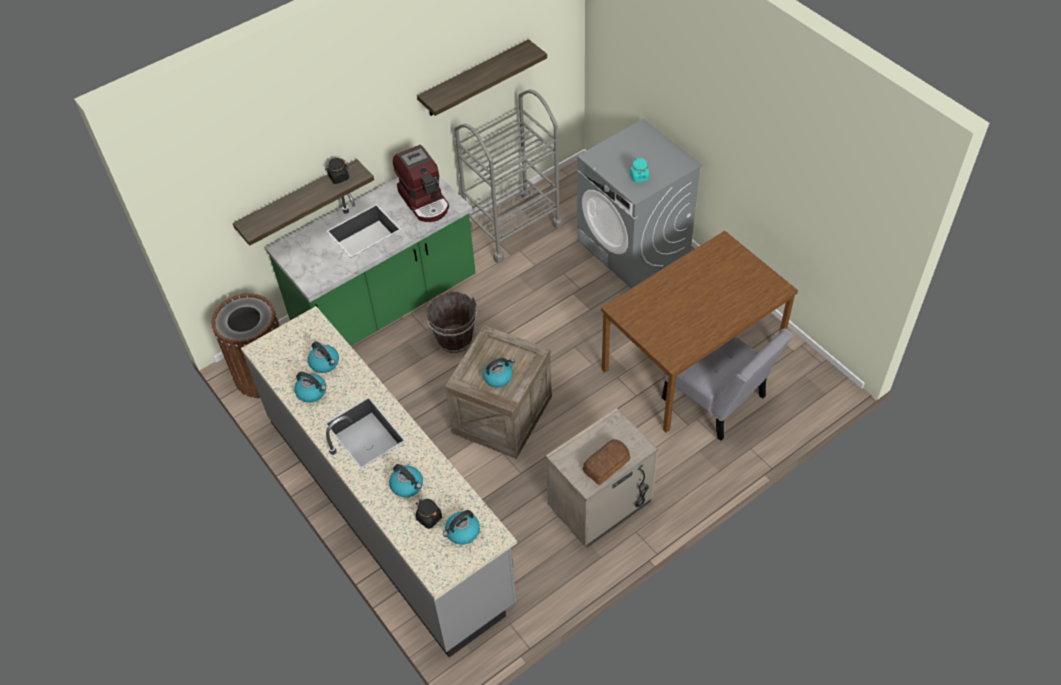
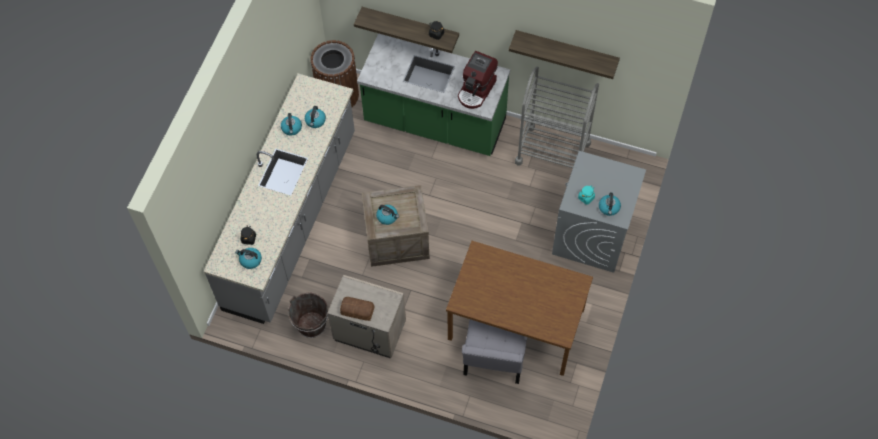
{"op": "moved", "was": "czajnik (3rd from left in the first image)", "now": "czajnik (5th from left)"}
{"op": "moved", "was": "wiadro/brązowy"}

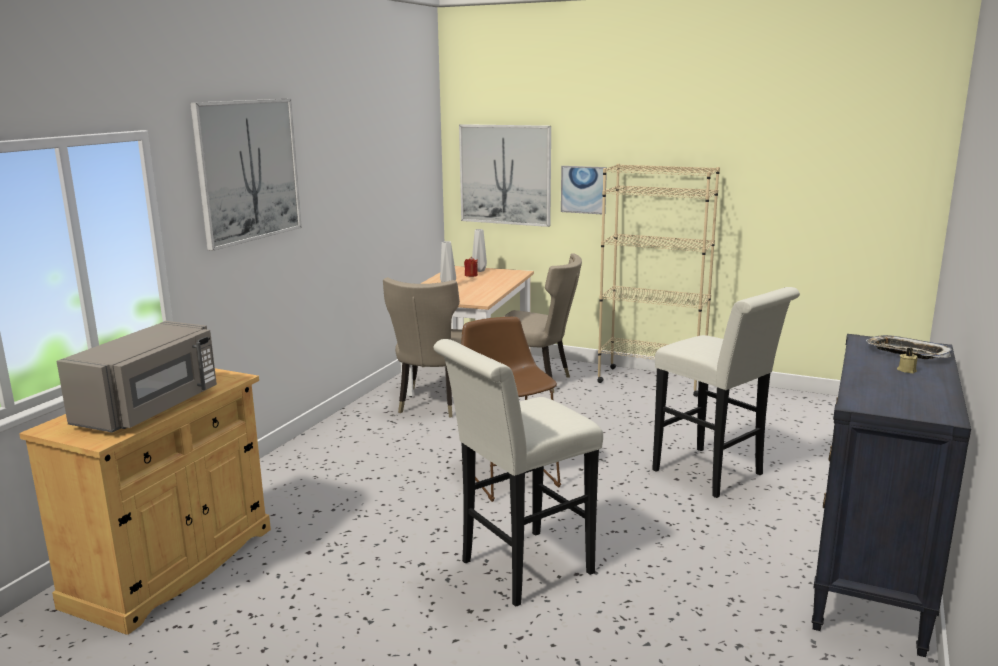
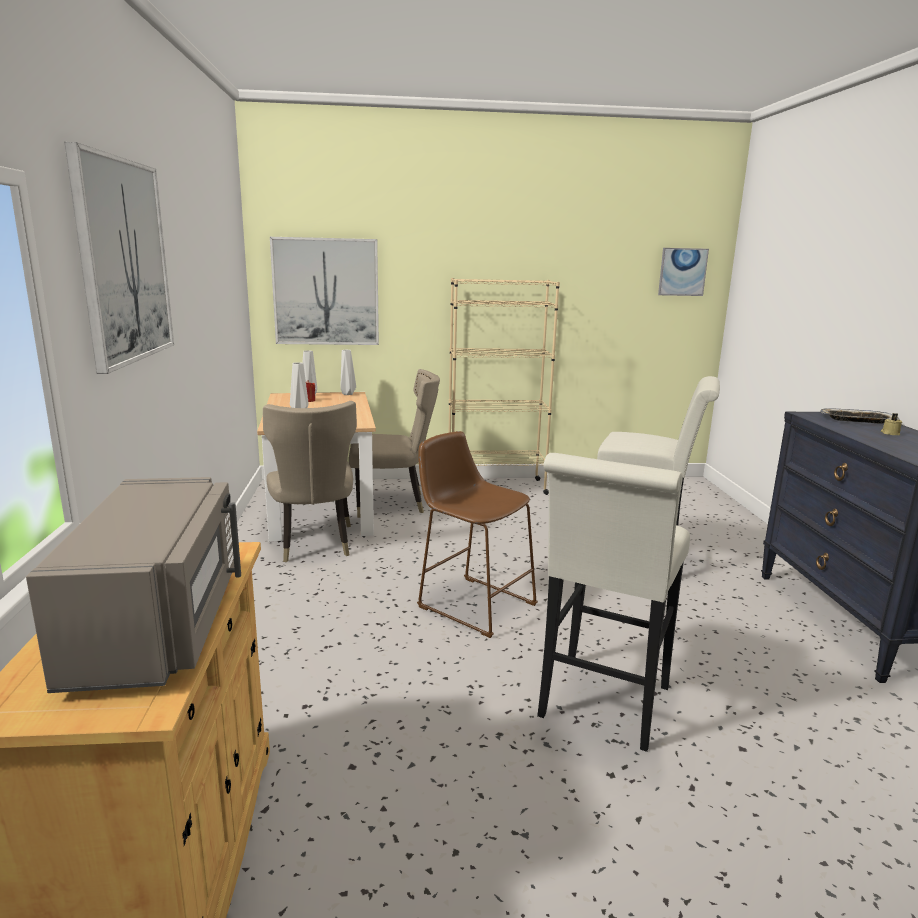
{"op": "moved", "was": "obraz (3rd from left)"}
{"op": "added", "now": "wazon/szary (3rd from left)"}

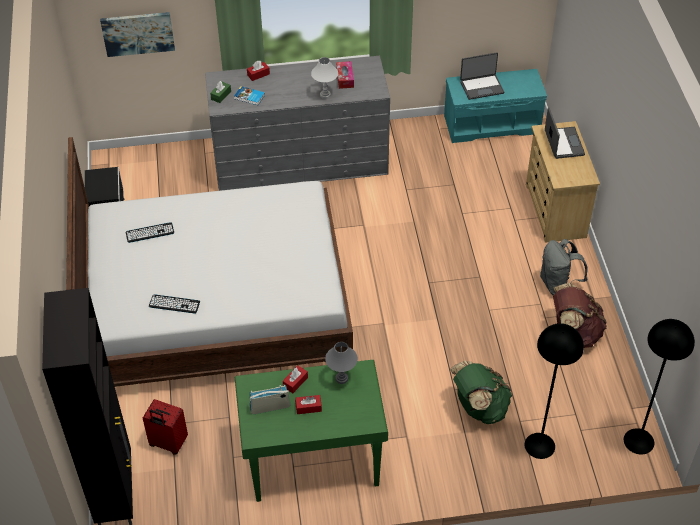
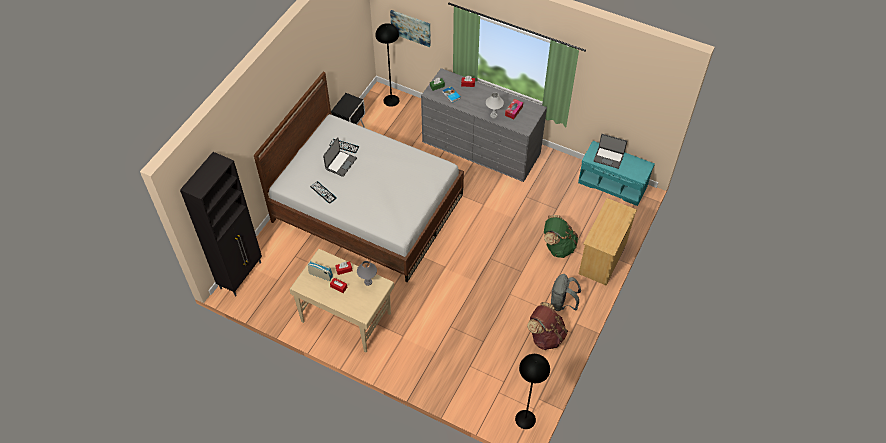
{"op": "removed", "was": "walizka/czerwony"}
{"op": "recoloured", "was": "biurko/zielony", "now": "biurko/beżowy"}
{"op": "moved", "was": "plecak/zielony"}
{"op": "moved", "was": "lampa stojąca/czarny (1st from left)"}
{"op": "moved", "was": "laptop (2nd from left in the first image)", "now": "laptop (1st from left)"}

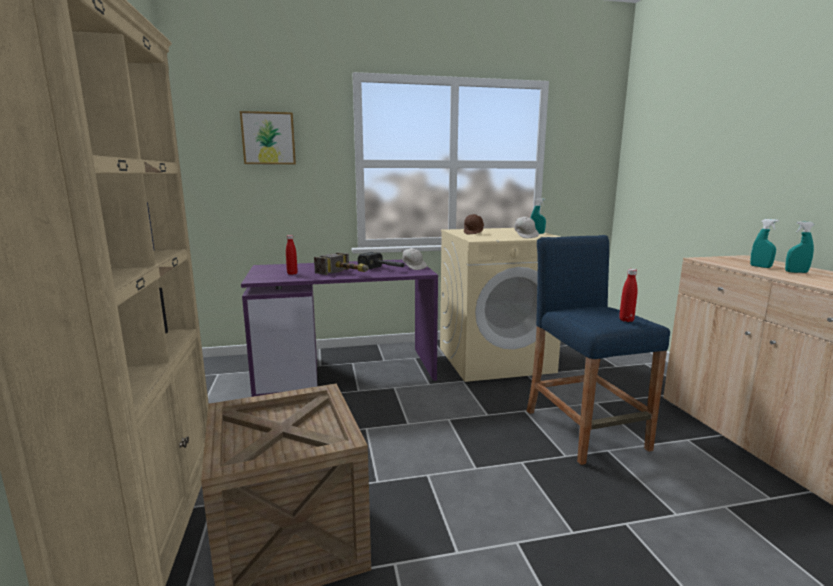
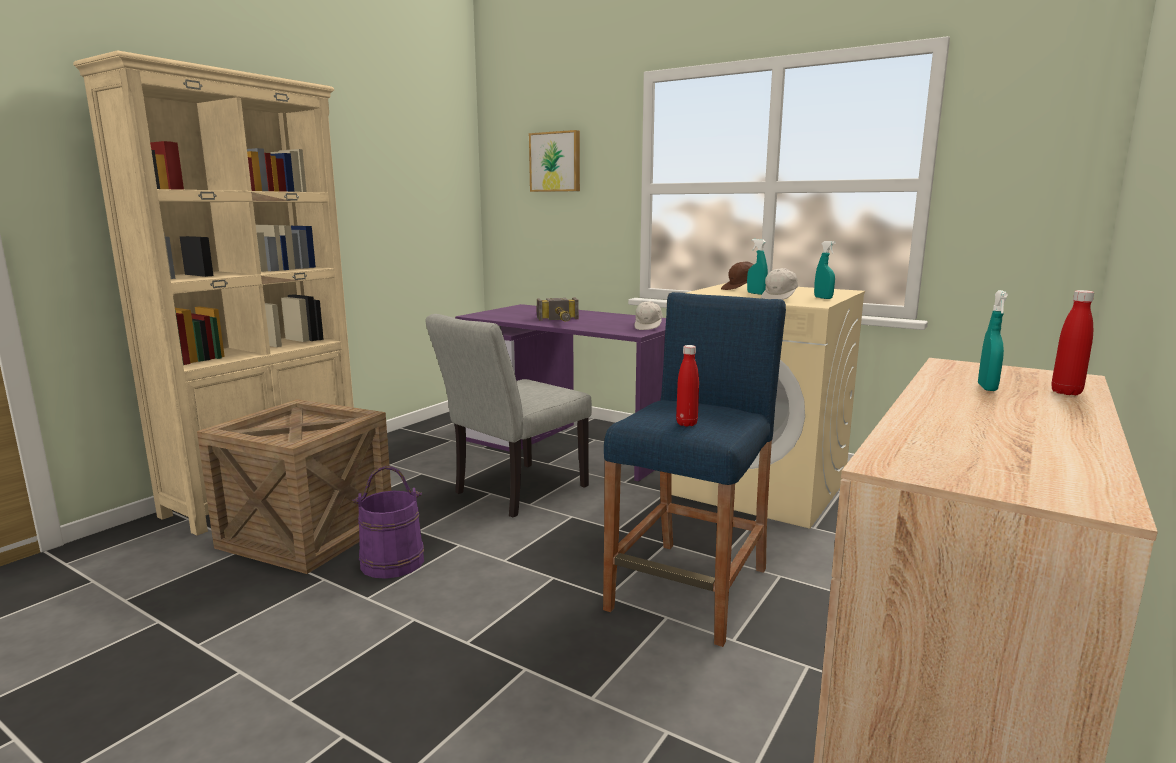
{"op": "moved", "was": "butelka/czerwony (1st from left in the first image)", "now": "butelka/czerwony (2nd from left)"}
{"op": "removed", "was": "młotek (2nd from left)"}
{"op": "moved", "was": "spryskiwacz/turkusowy (3rd from left in the first image)", "now": "spryskiwacz/turkusowy (1st from left)"}
{"op": "added", "now": "wiadro/fioletowy"}
{"op": "added", "now": "krzesło/szary"}

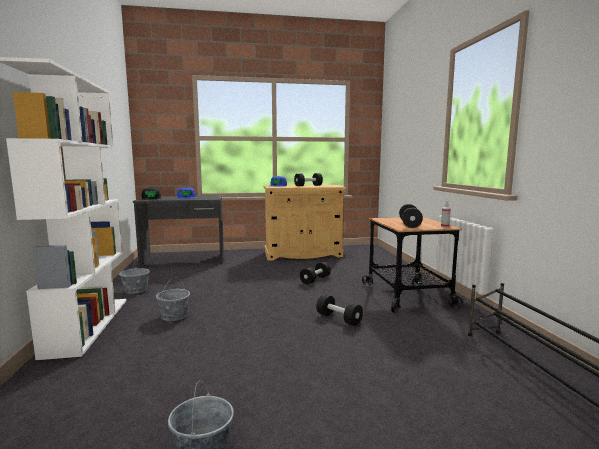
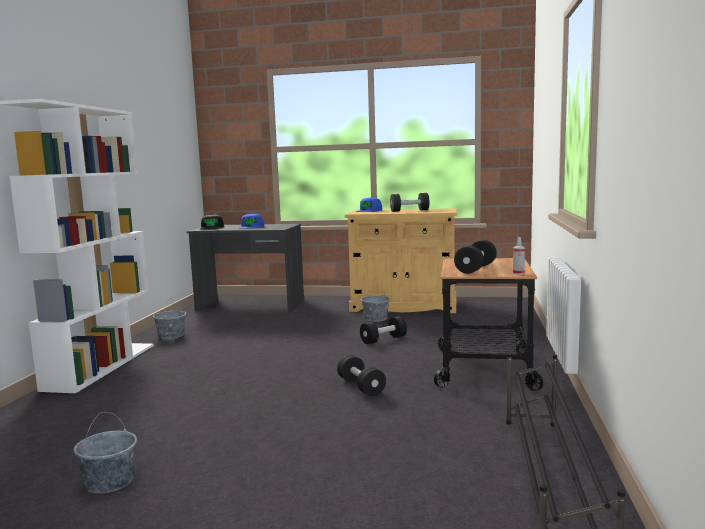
{"op": "moved", "was": "wiadro/szary (2nd from left in the first image)", "now": "wiadro/szary (3rd from left)"}

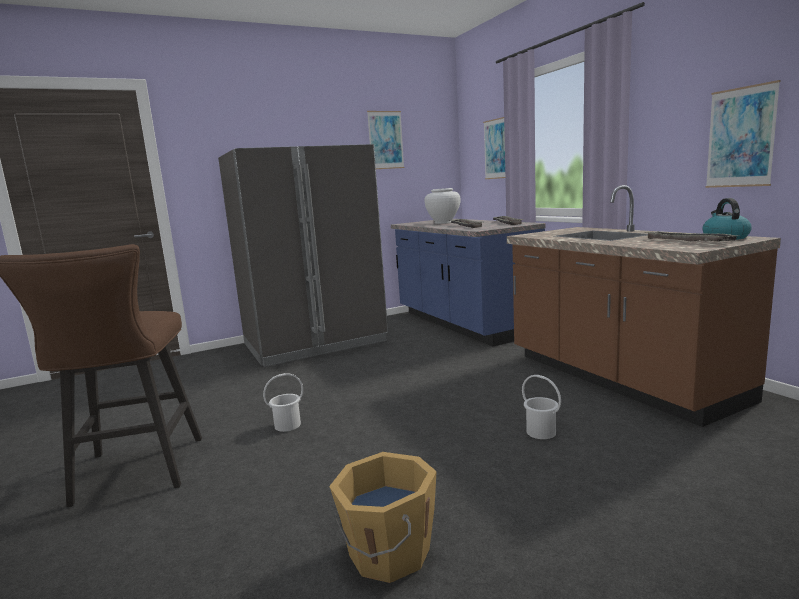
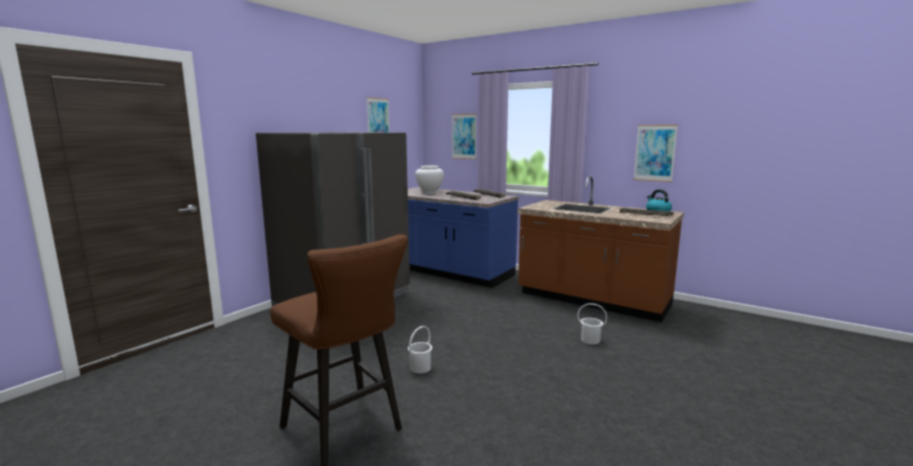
{"op": "removed", "was": "wiadro/pomarańczowy"}

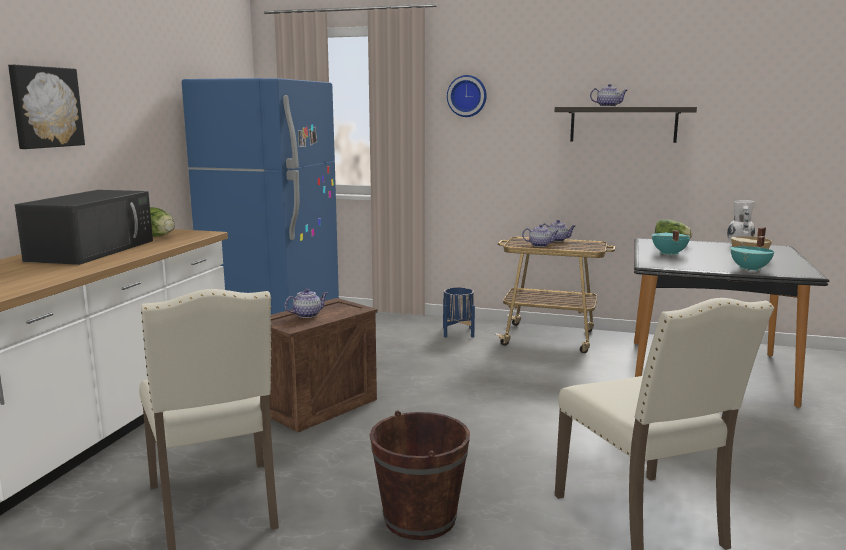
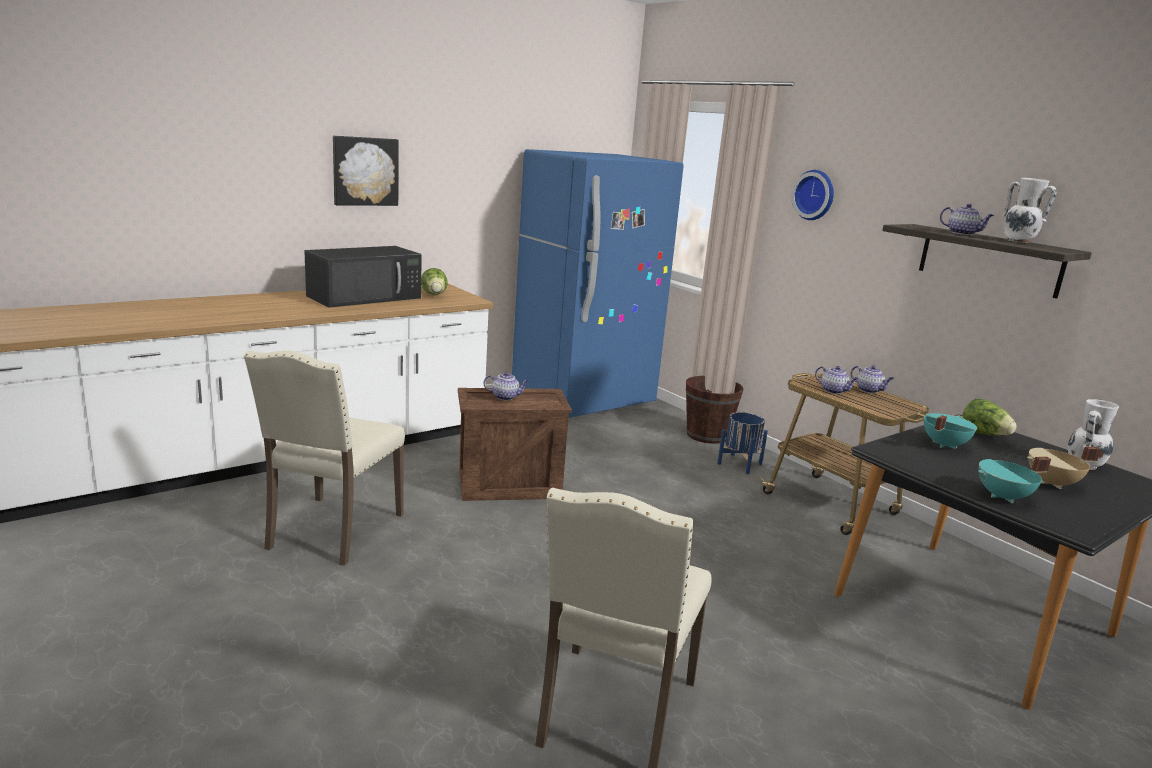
{"op": "moved", "was": "wiadro/brązowy"}
{"op": "added", "now": "wazon/biały (1st from left)"}

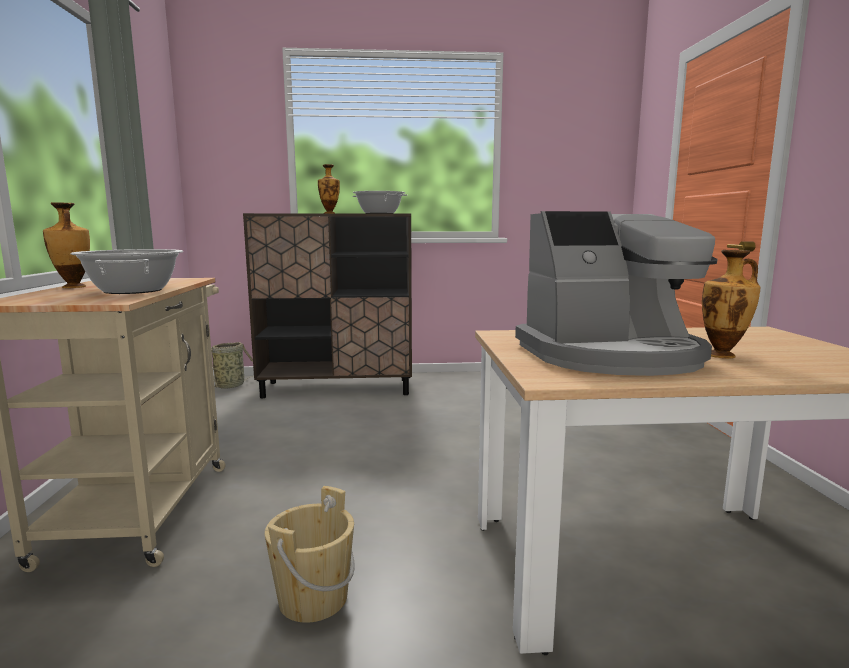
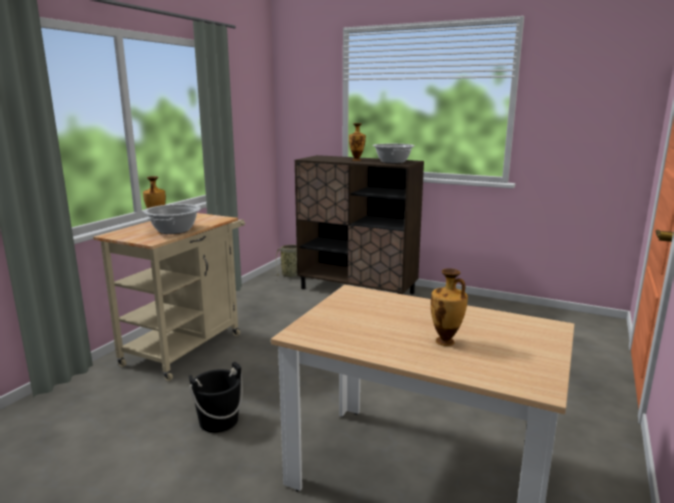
{"op": "recoloured", "was": "wiadro/beżowy", "now": "wiadro/czarny"}
{"op": "removed", "was": "ekspres do kawy"}

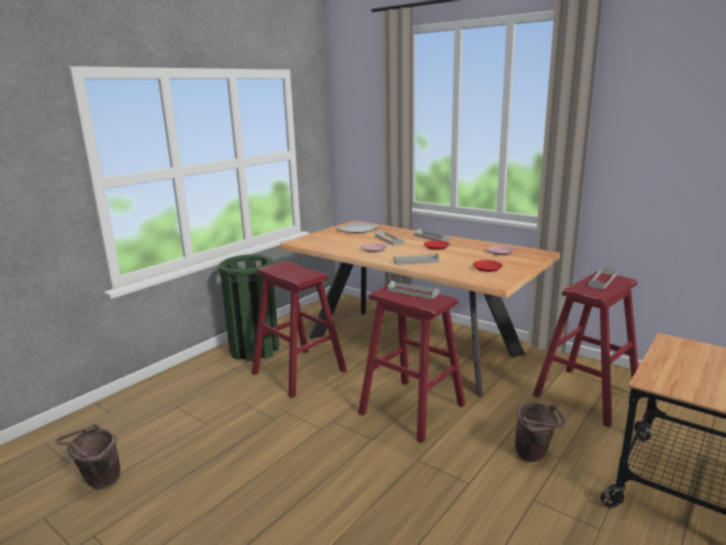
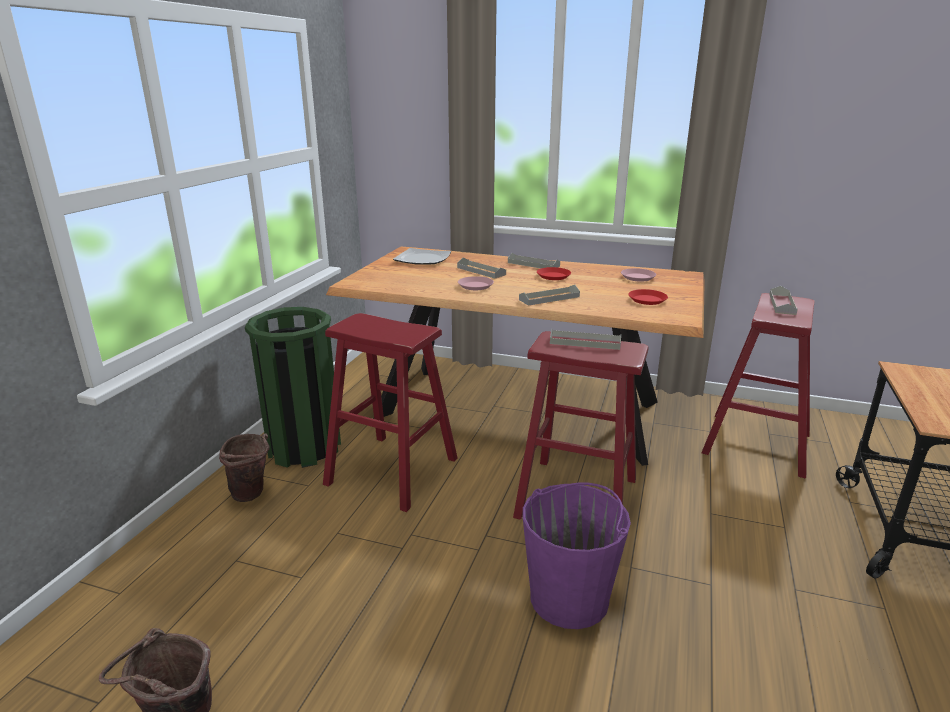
{"op": "moved", "was": "wiadro/brązowy (2nd from left)"}
{"op": "added", "now": "wiadro/fioletowy"}

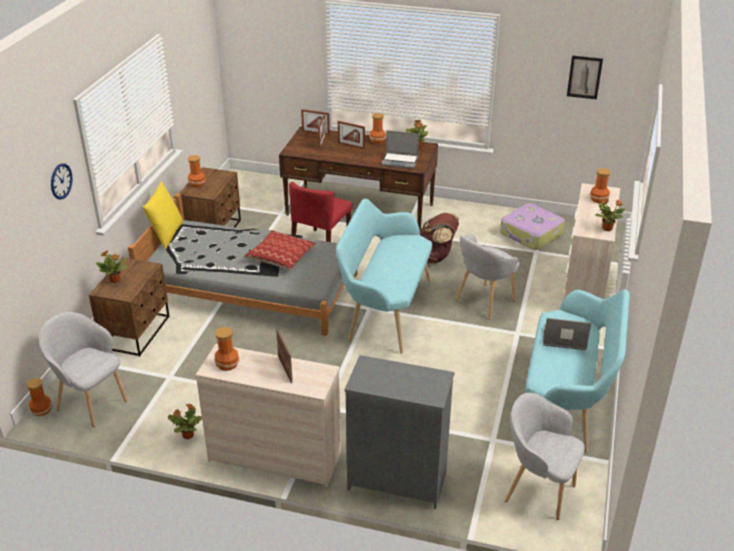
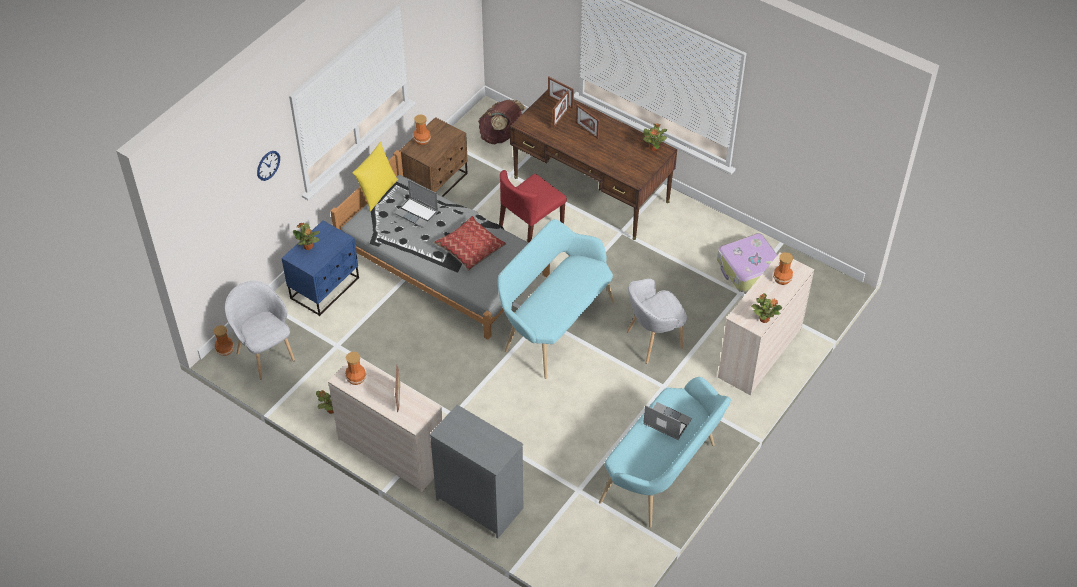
{"op": "recoloured", "was": "szafka nocna/brązowy (1st from left)", "now": "szafka nocna/niebieski"}
{"op": "removed", "was": "wazon (4th from left)"}
{"op": "moved", "was": "laptop (1st from left)"}
{"op": "moved", "was": "plecak/brązowy"}
{"op": "removed", "was": "fotel/szary (3rd from left)"}
{"op": "removed", "was": "obraz"}

